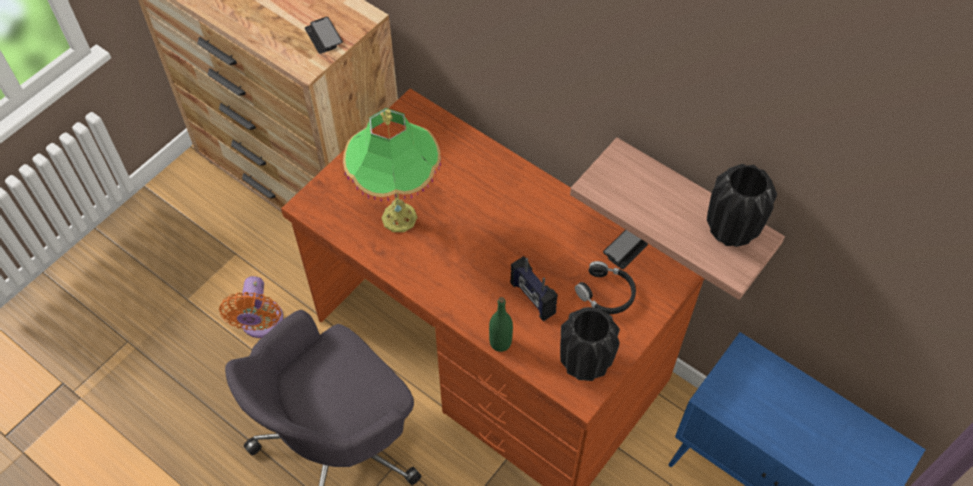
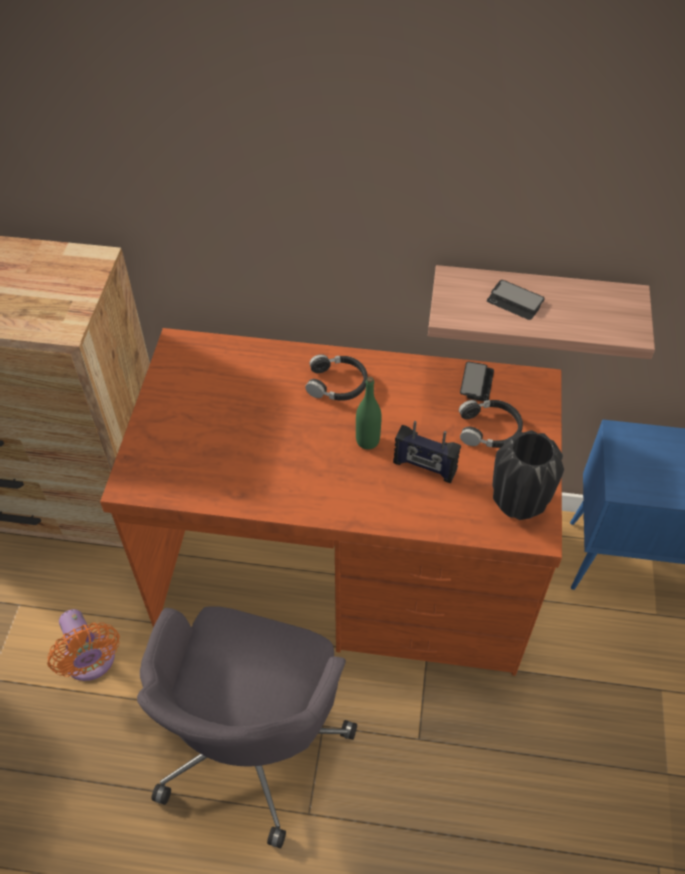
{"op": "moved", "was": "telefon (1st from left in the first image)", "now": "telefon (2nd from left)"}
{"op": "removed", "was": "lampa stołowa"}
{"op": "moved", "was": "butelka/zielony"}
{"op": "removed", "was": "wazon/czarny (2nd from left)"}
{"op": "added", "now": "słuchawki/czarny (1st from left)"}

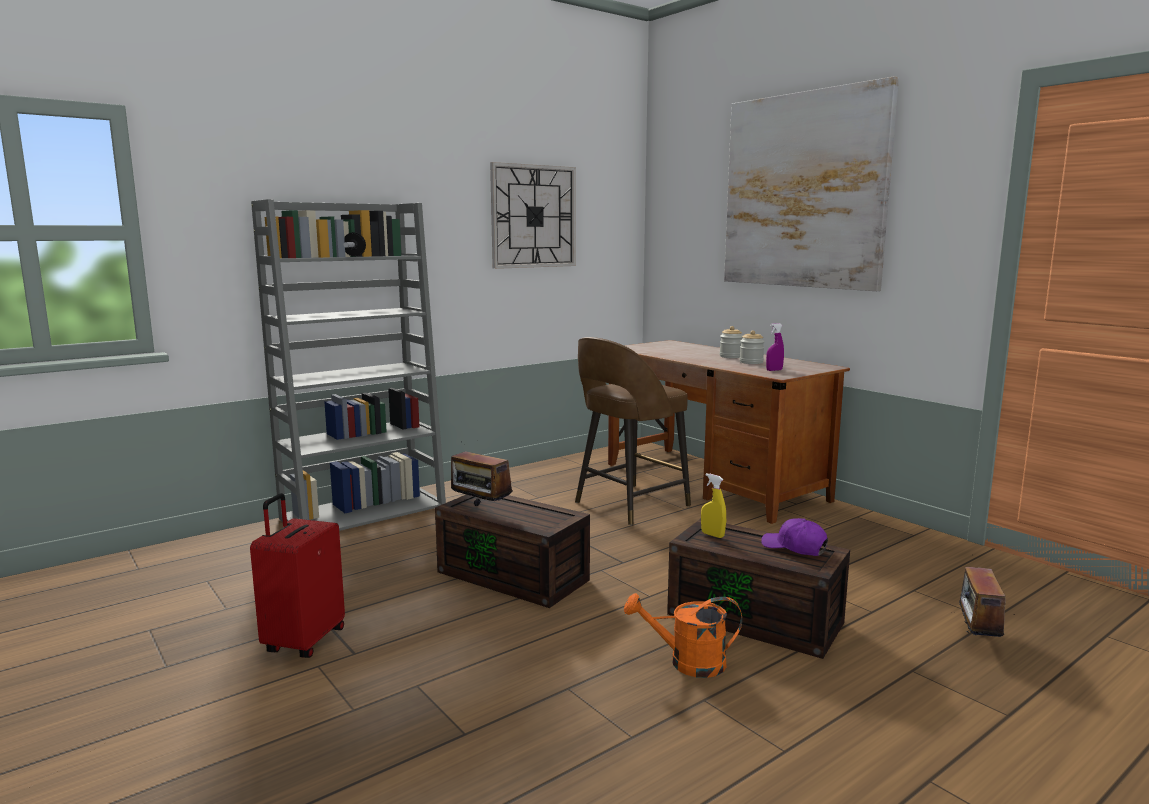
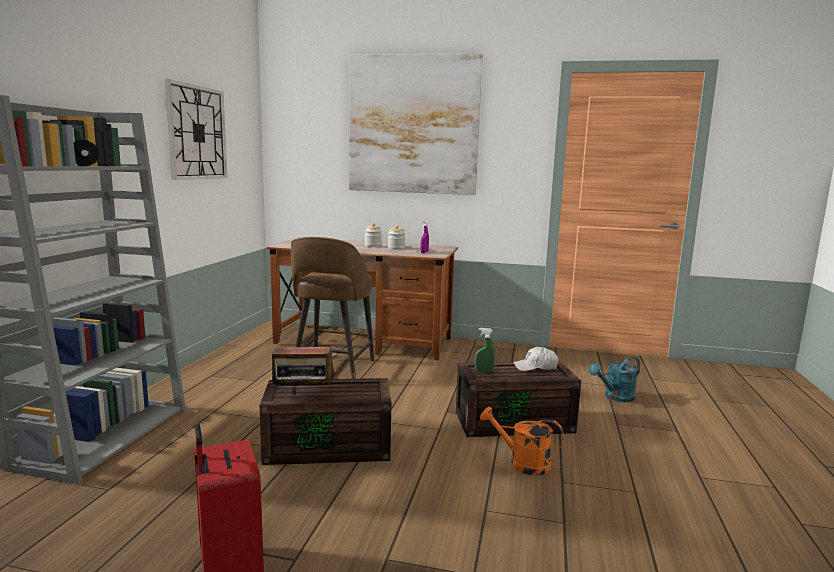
{"op": "turned", "was": "konewka/pomarańczowy", "clockwise": 60}
{"op": "recoloured", "was": "spryskiwacz/żółty", "now": "spryskiwacz/zielony"}
{"op": "recoloured", "was": "czapka z daszkiem/fioletowy", "now": "czapka z daszkiem/biały"}
{"op": "replaced", "was": "radio (2nd from left)", "now": "konewka/turkusowy"}

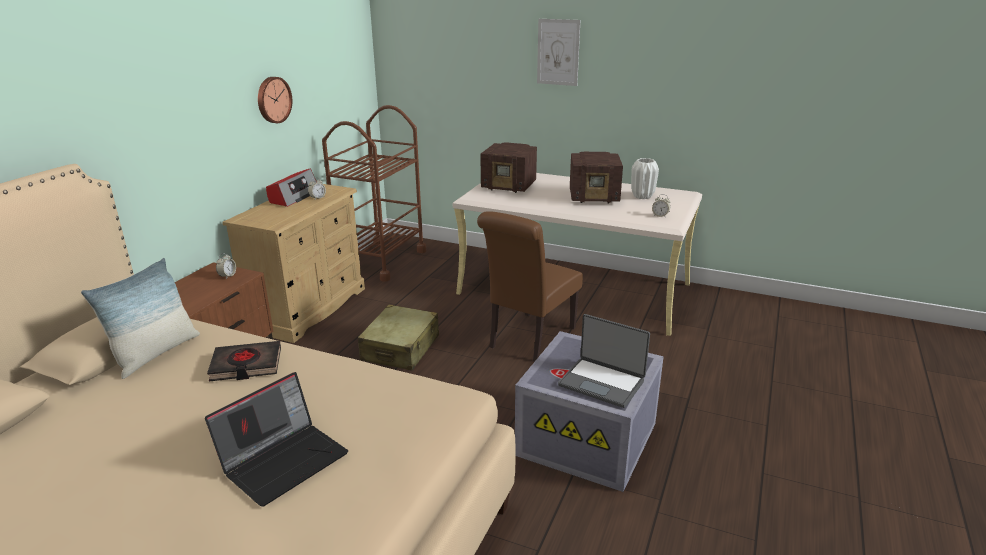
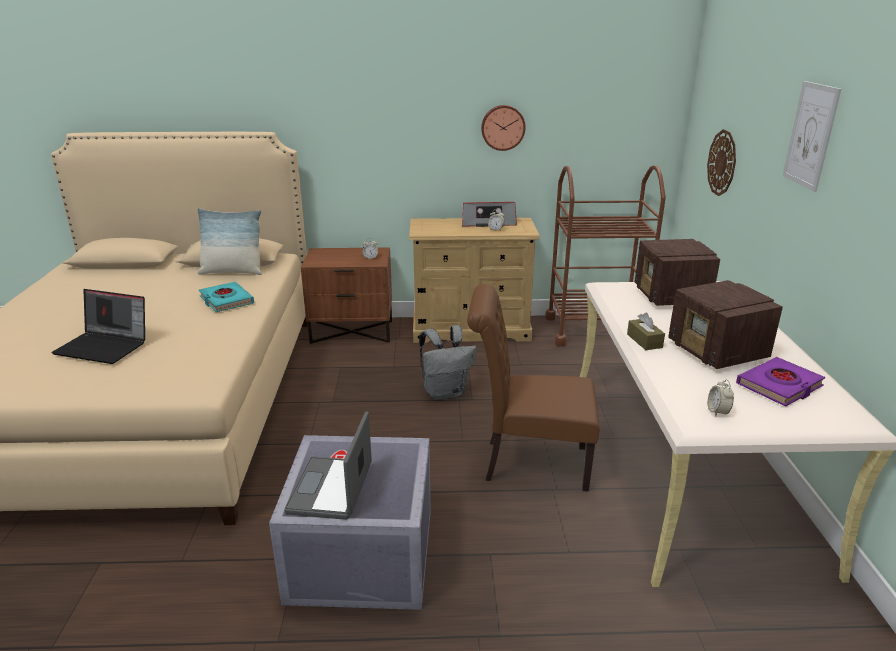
{"op": "recoloured", "was": "książka/czarny", "now": "książka/turkusowy"}
{"op": "replaced", "was": "walizka/beżowy", "now": "plecak/szary"}
{"op": "replaced", "was": "wazon/biały", "now": "książka/fioletowy"}
{"op": "added", "now": "pudełko chusteczek/brązowy"}
{"op": "added", "now": "zegar ścienny (2nd from left)"}

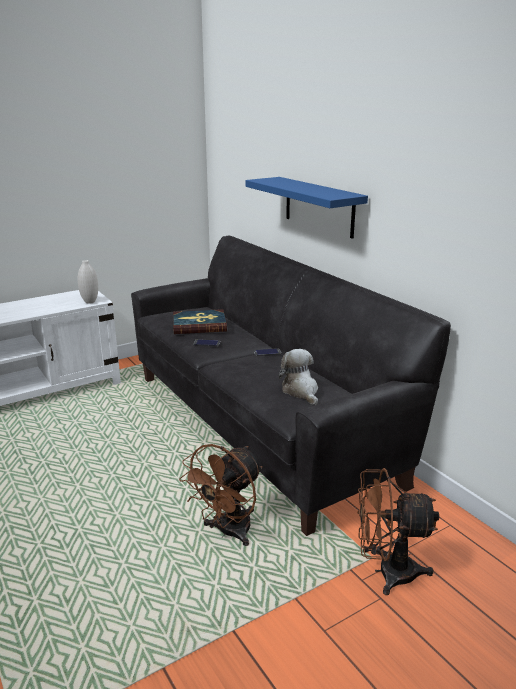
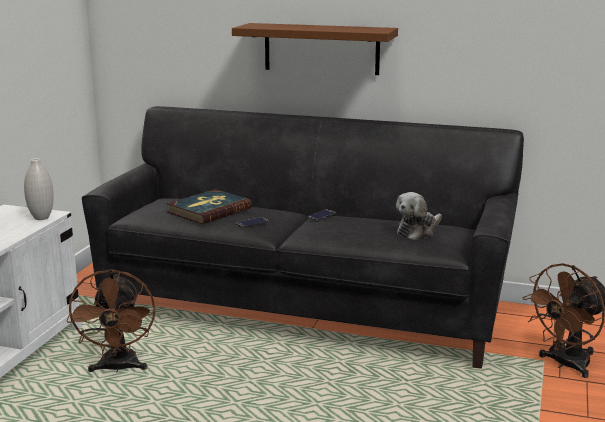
{"op": "moved", "was": "wentylator/brązowy (1st from left)"}
{"op": "recoloured", "was": "półka/niebieski", "now": "półka/brązowy"}
{"op": "turned", "was": "pluszak", "clockwise": -75}

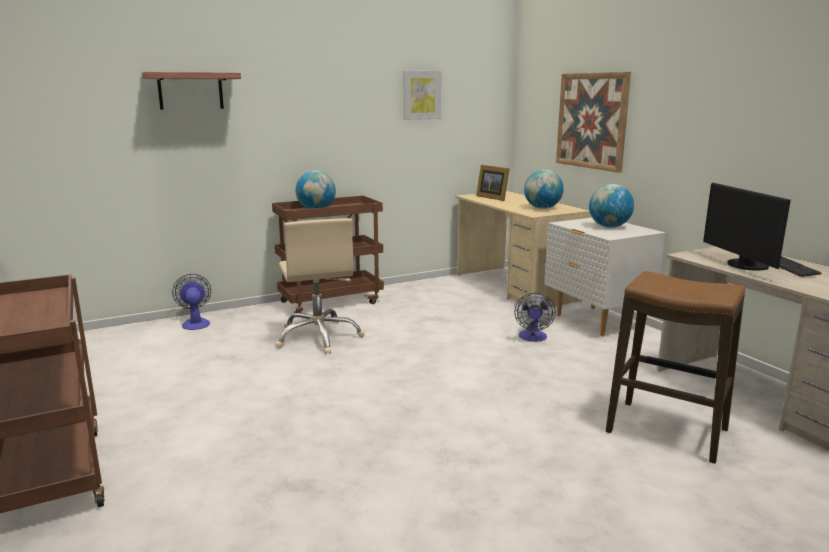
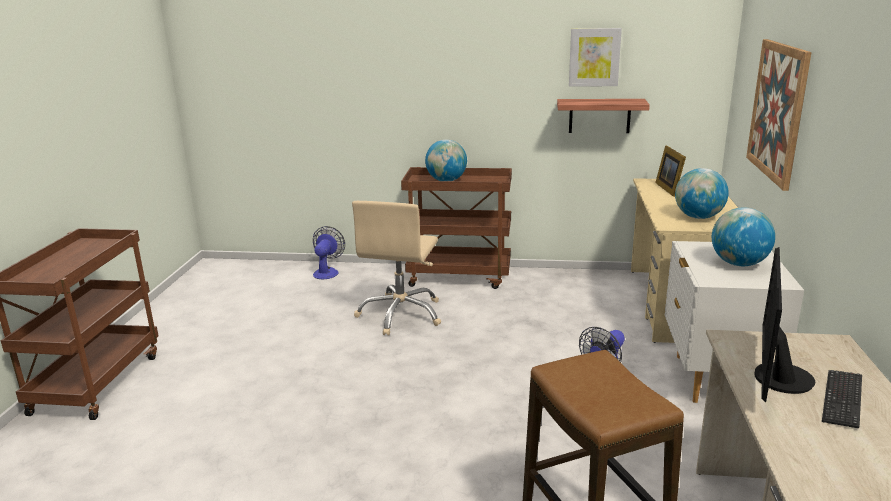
{"op": "moved", "was": "półka"}

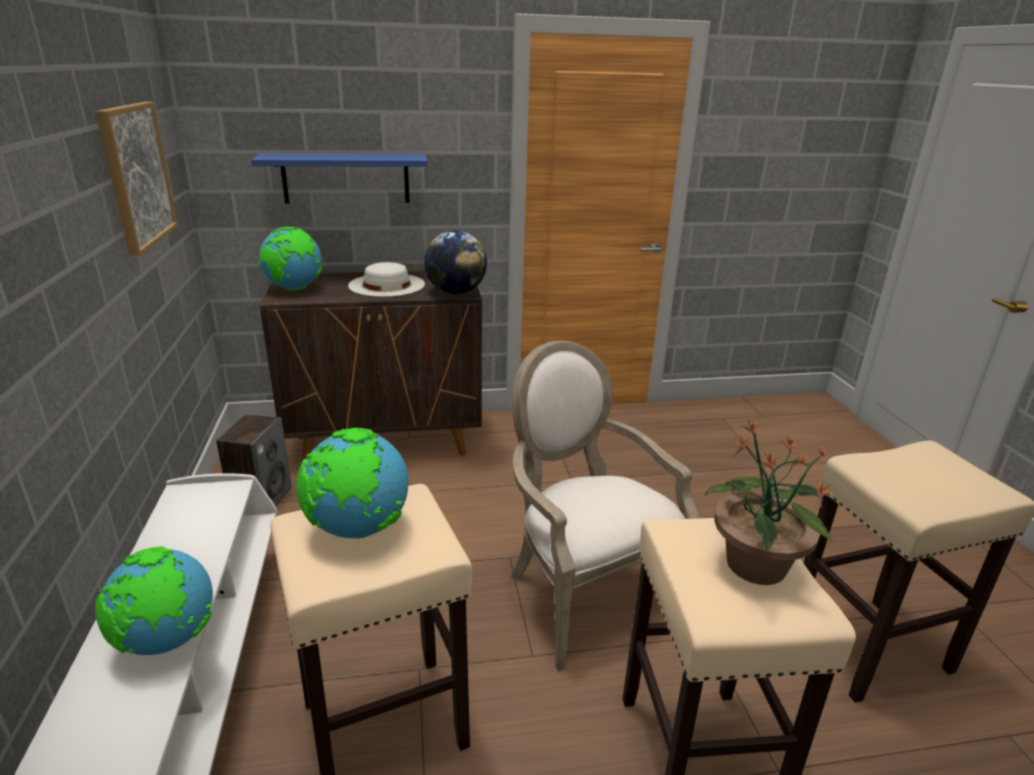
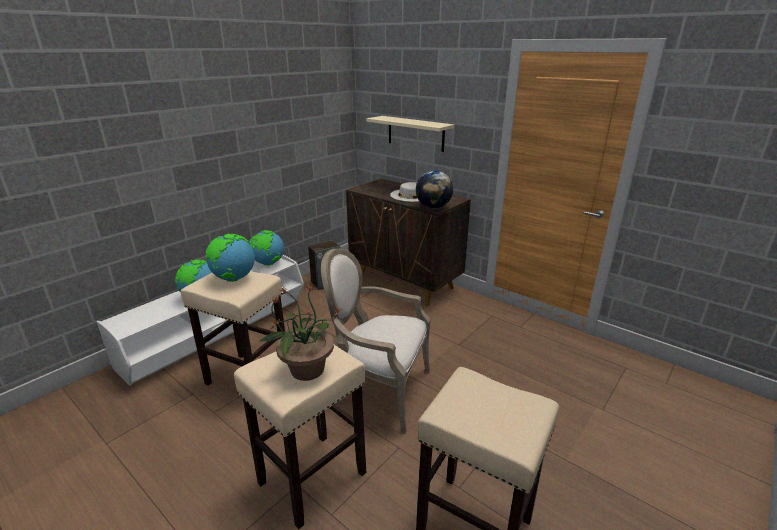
{"op": "removed", "was": "obraz"}
{"op": "recoloured", "was": "półka/niebieski", "now": "półka/beżowy"}
{"op": "moved", "was": "globus (2nd from left in the first image)", "now": "globus (3rd from left)"}
{"op": "turned", "was": "fotel", "clockwise": -90}

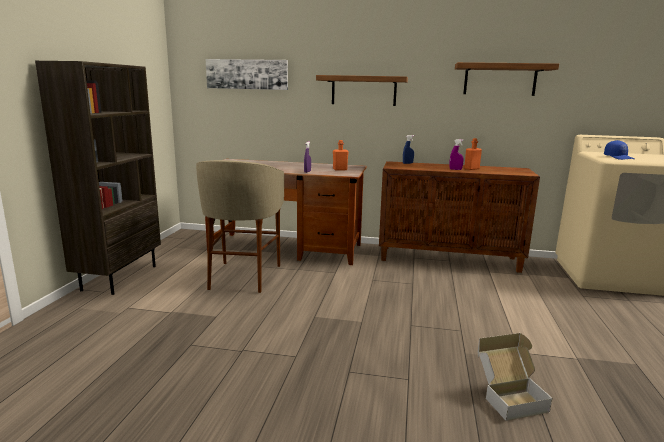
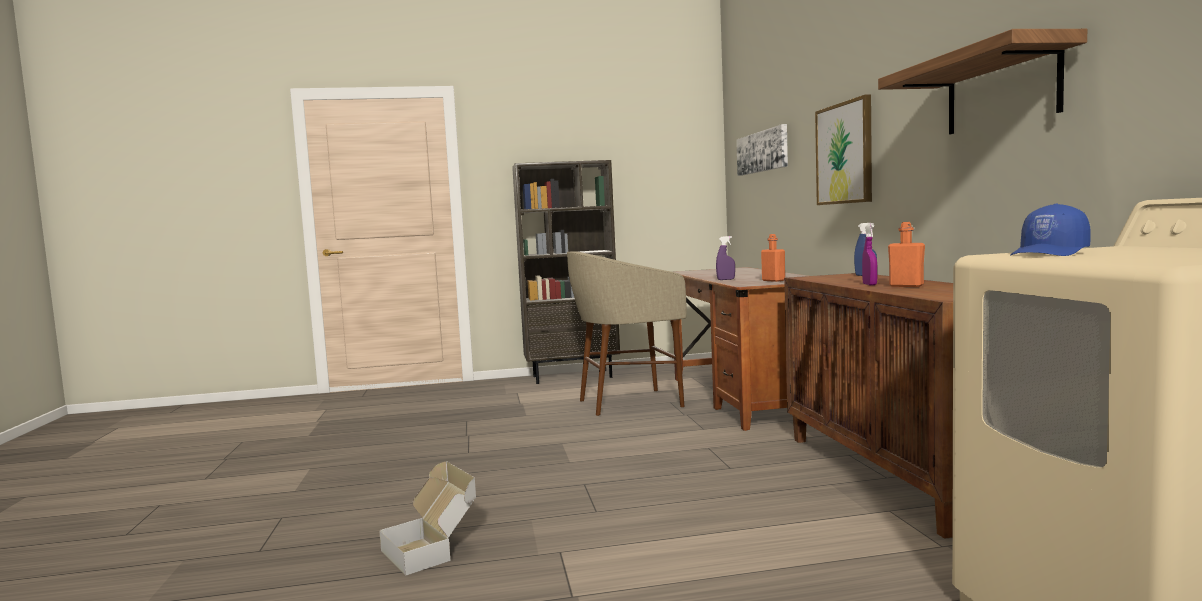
{"op": "replaced", "was": "półka (1st from left)", "now": "obraz (2nd from left)"}

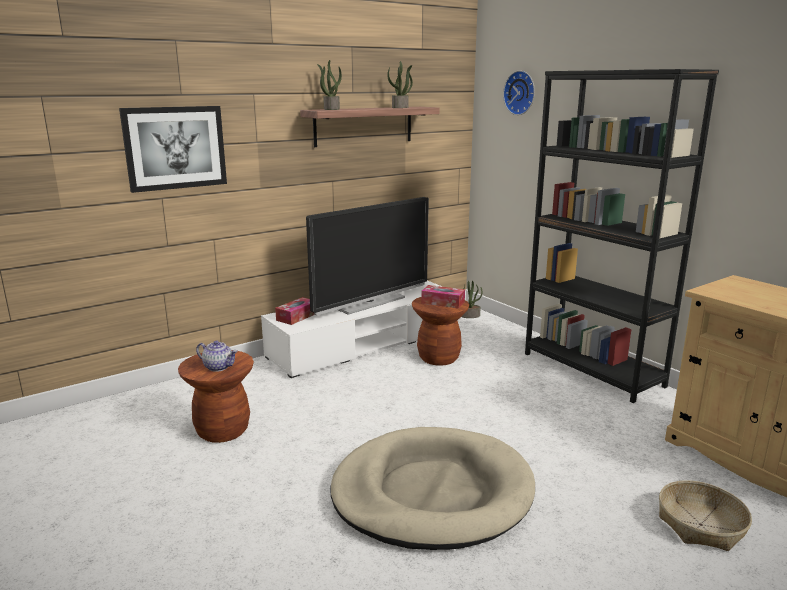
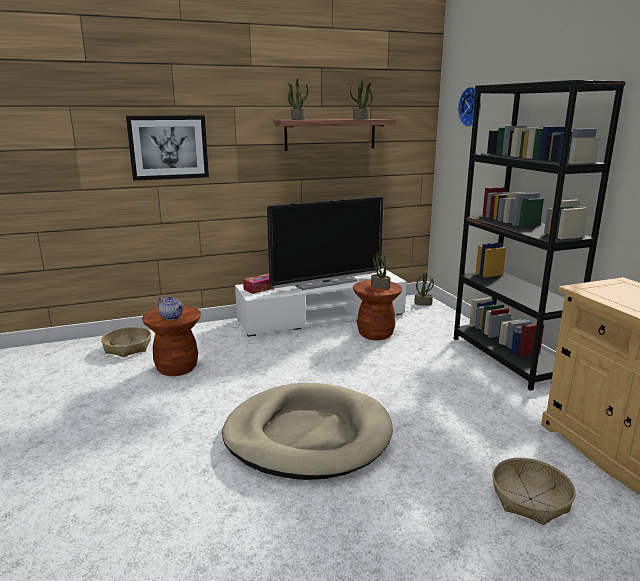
{"op": "replaced", "was": "pudełko chusteczek (2nd from left)", "now": "roślina doniczkowa (3rd from left)"}
{"op": "added", "now": "koszyk (1st from left)"}

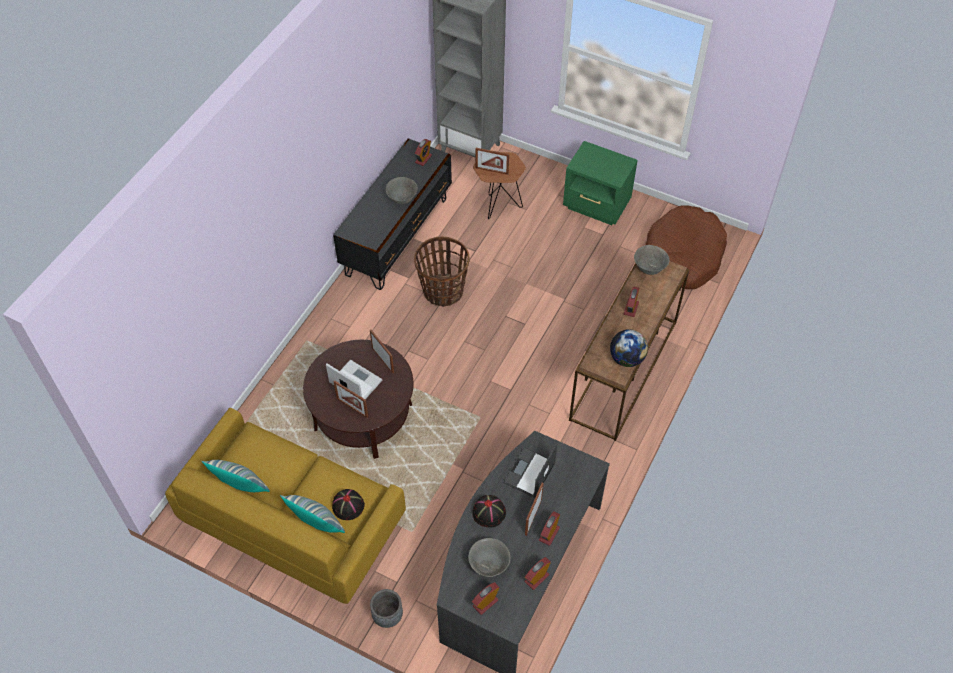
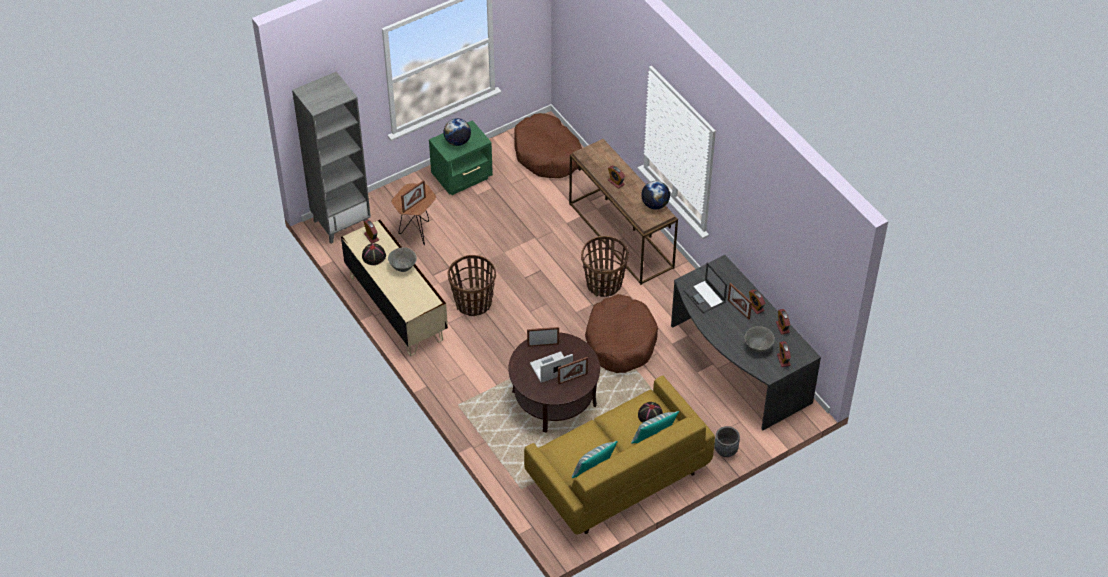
{"op": "recoloured", "was": "szafka pod telewizor/czarny", "now": "szafka pod telewizor/beżowy"}
{"op": "moved", "was": "kapelusz/czarny (2nd from left in the first image)", "now": "kapelusz/czarny (1st from left)"}
{"op": "removed", "was": "miska/szary (3rd from left)"}
{"op": "added", "now": "globus (1st from left)"}
{"op": "added", "now": "koszyk (2nd from left)"}
{"op": "added", "now": "legowisko/brązowy (2nd from left)"}

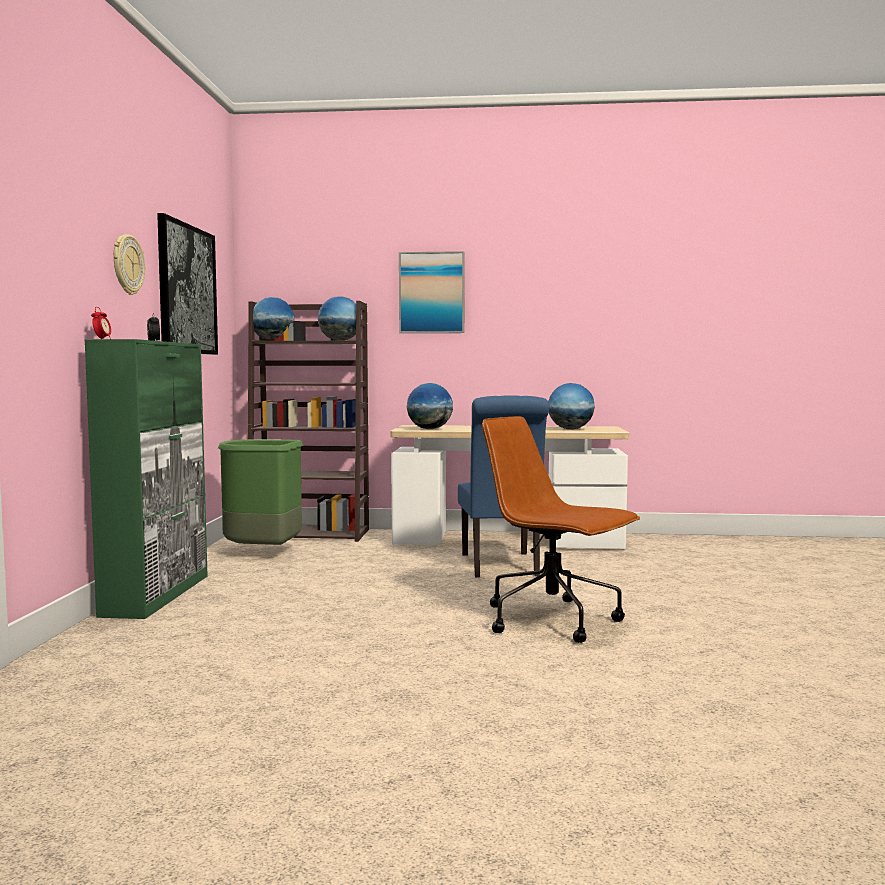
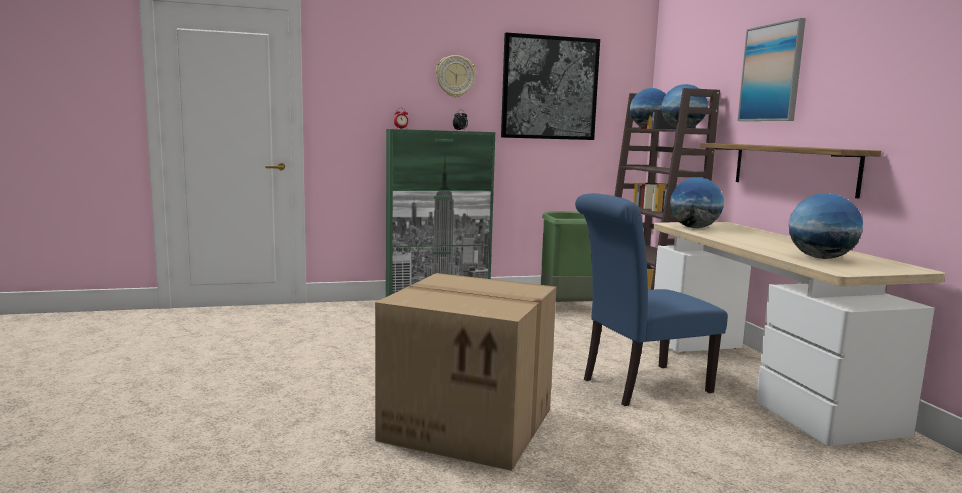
{"op": "replaced", "was": "krzesło biurowe/brązowy", "now": "karton"}
{"op": "added", "now": "półka"}

